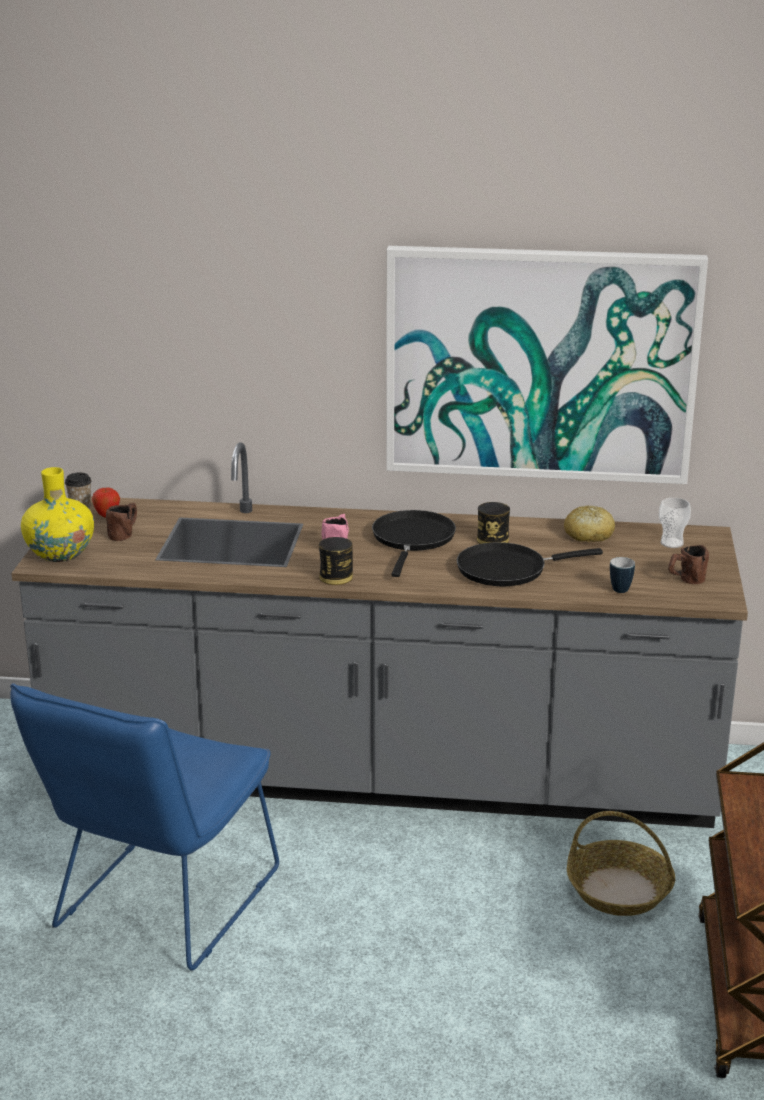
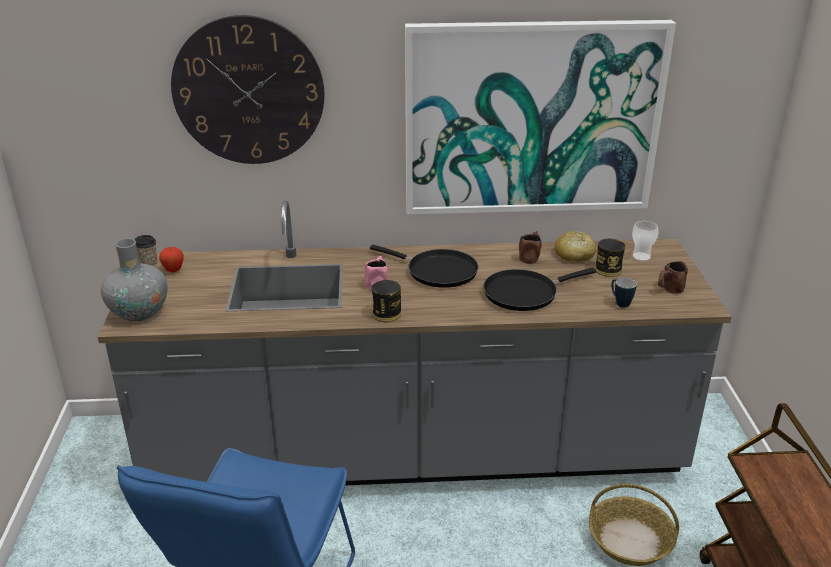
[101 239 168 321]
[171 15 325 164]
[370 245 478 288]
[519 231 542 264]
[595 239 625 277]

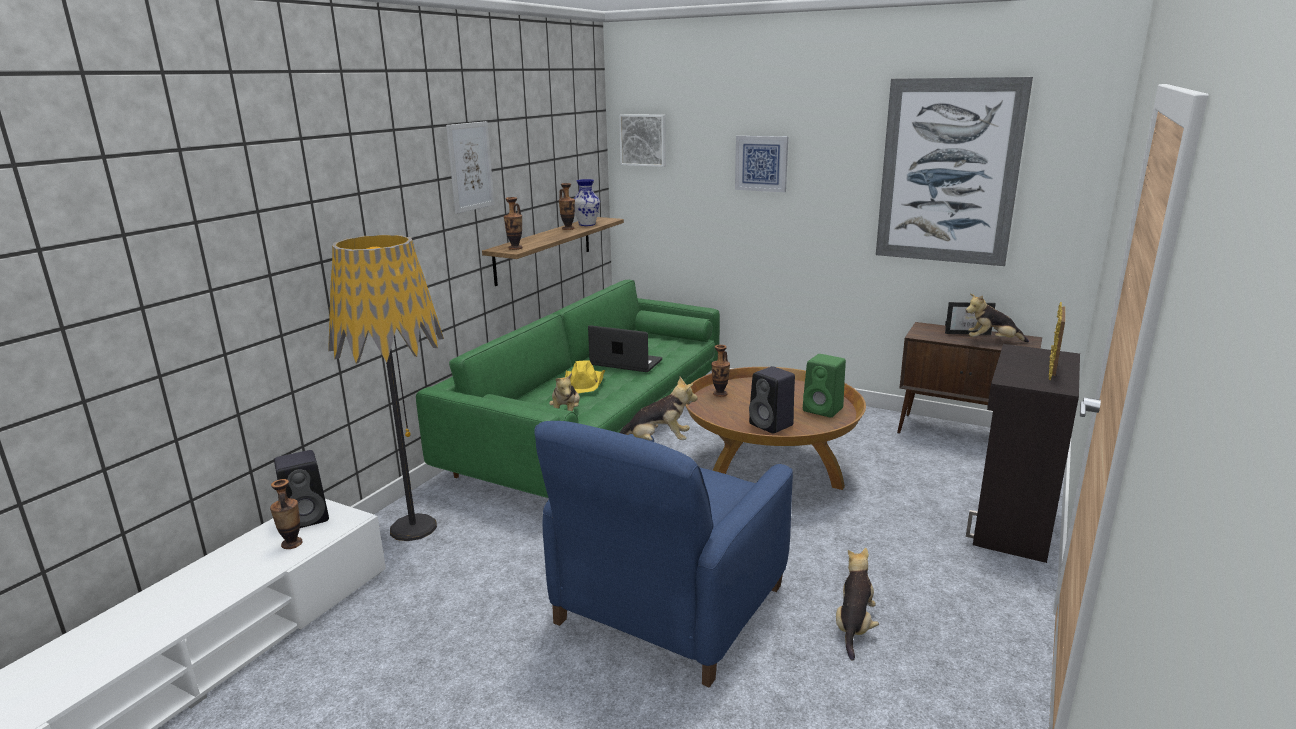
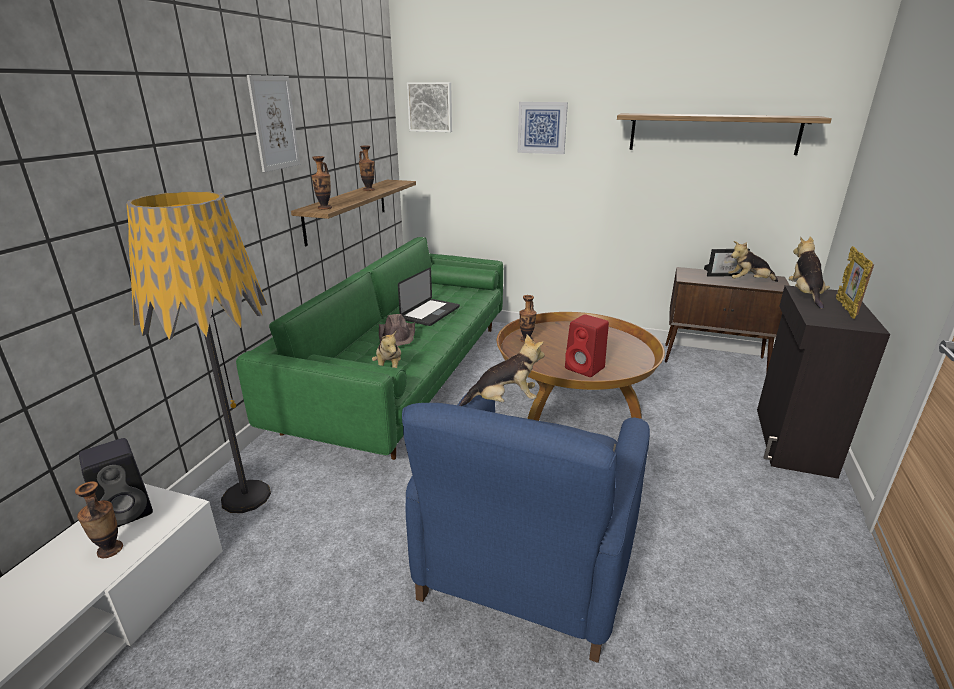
[379 314 416 346]
[398 267 460 326]
[565 314 609 377]
[617 113 832 155]
[789 237 830 309]
[574 179 600 226] (first image)
[803 354 846 417] (first image)

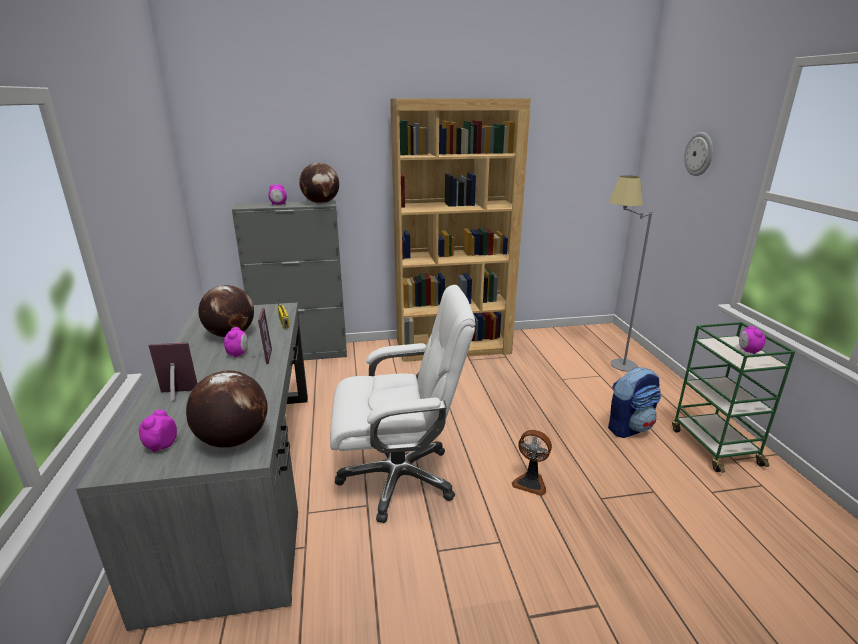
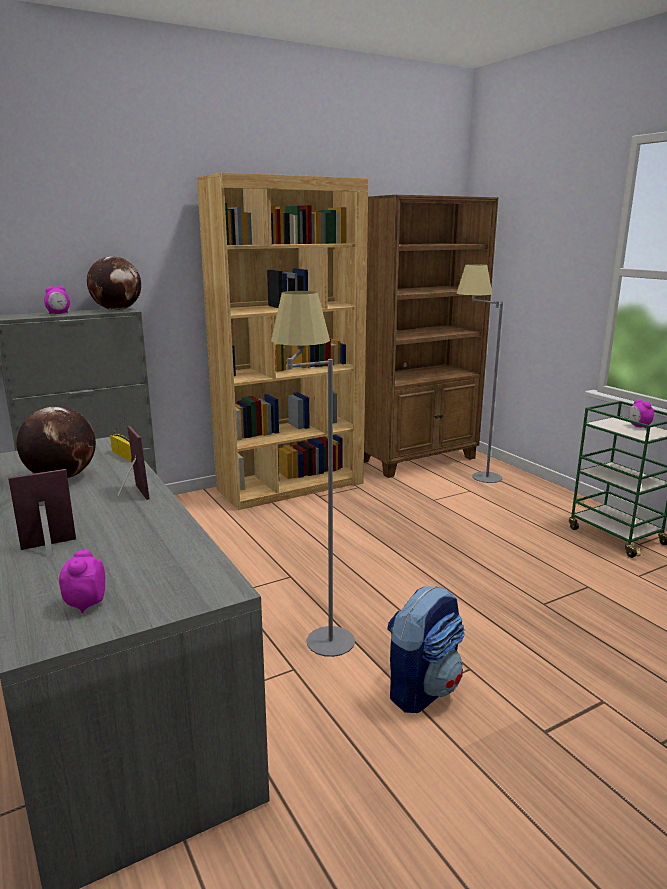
[271 291 355 657]
[364 195 498 478]
[387 586 465 713]
[186 371 268 448] (first image)
[224 327 248 358] (first image)
[512 430 552 496] (first image)
[684 132 713 176] (first image)

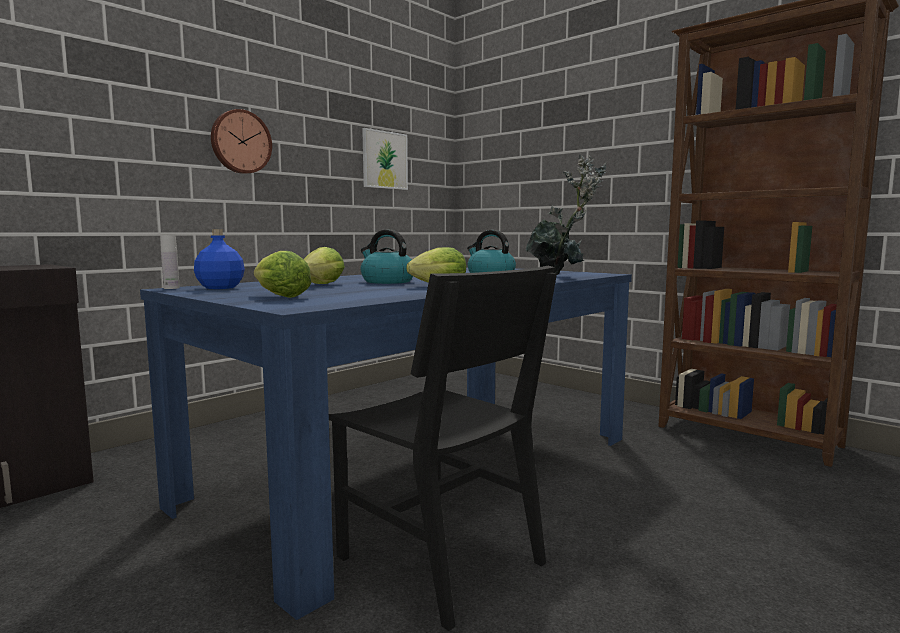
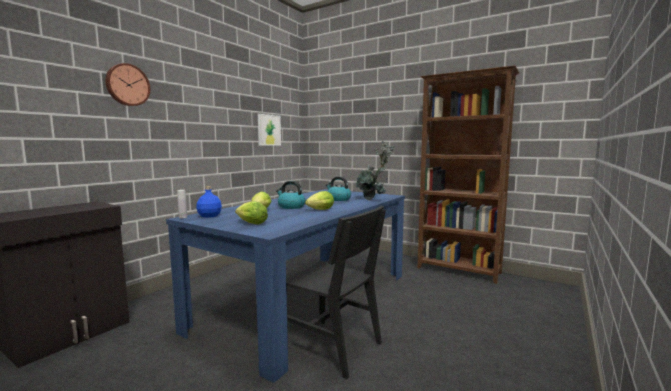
[105 63 150 106]

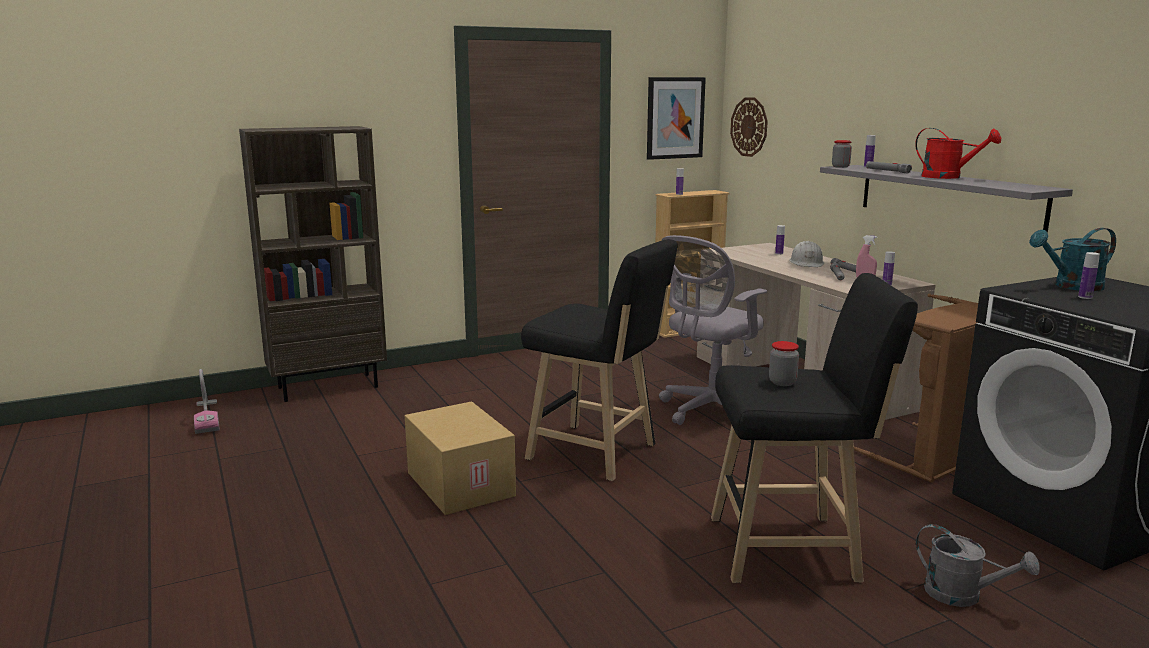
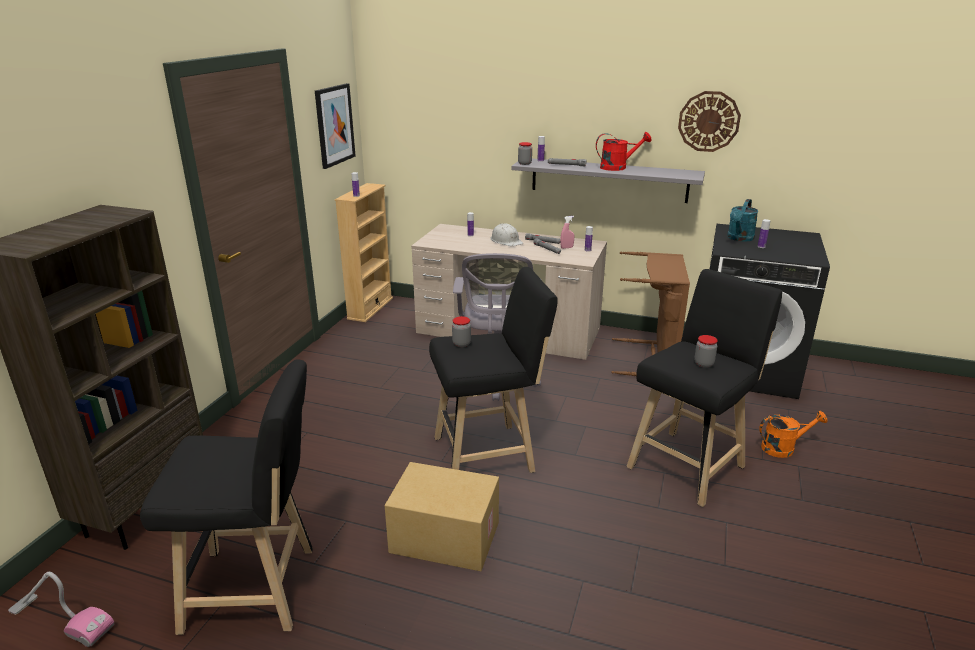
[140 359 313 635]
[452 316 471 347]
[678 91 741 152]
[759 411 827 458]

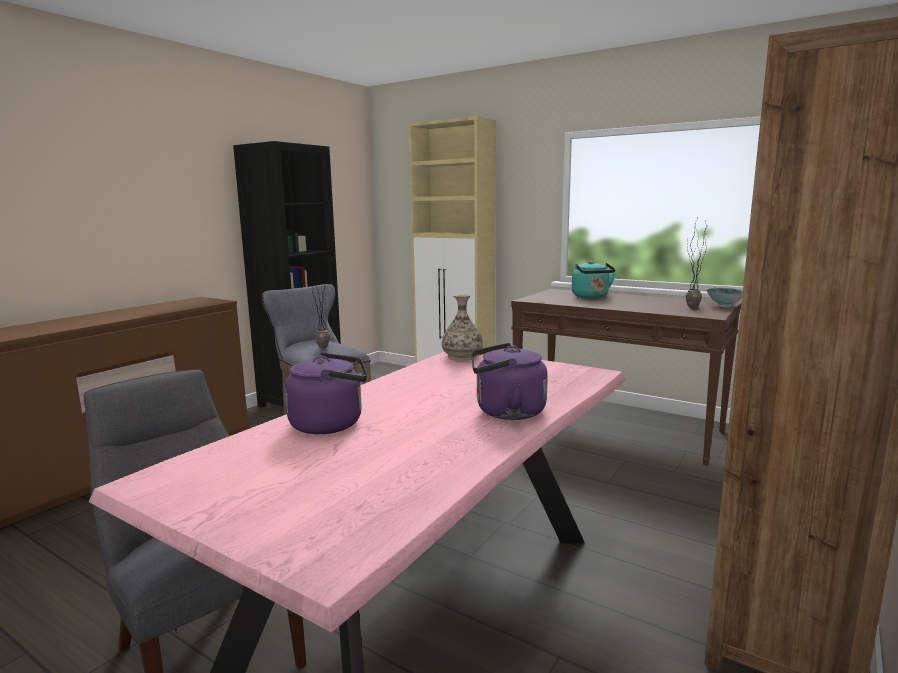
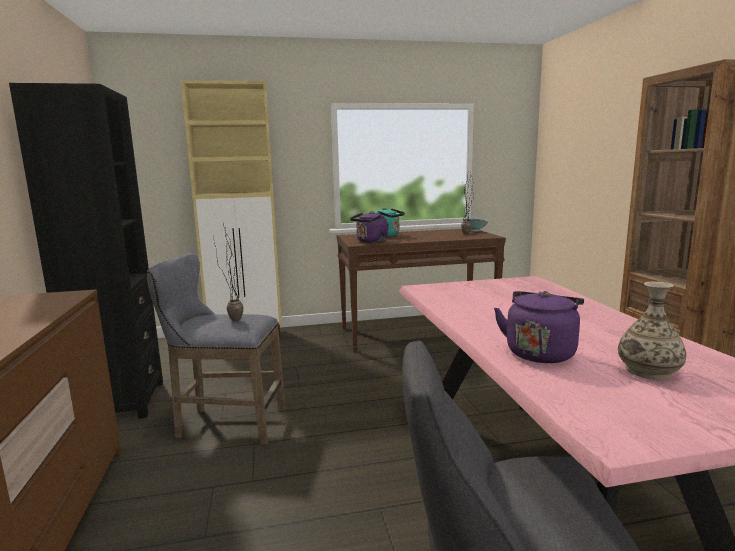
[350 211 389 243]
[618 282 686 380]

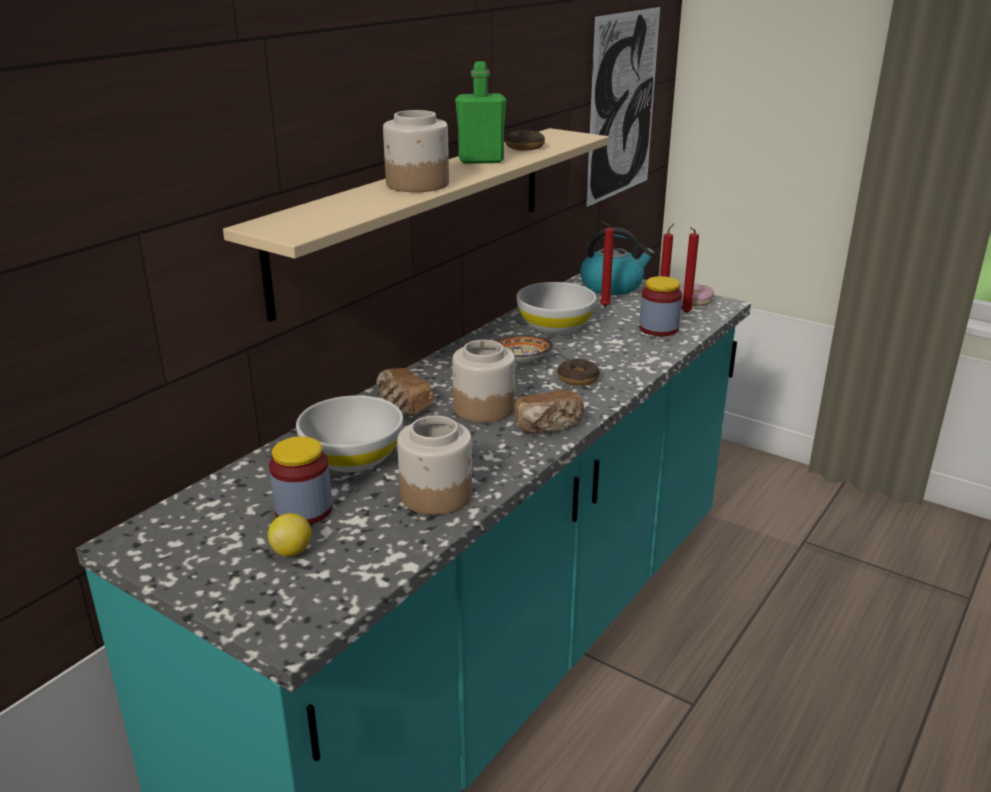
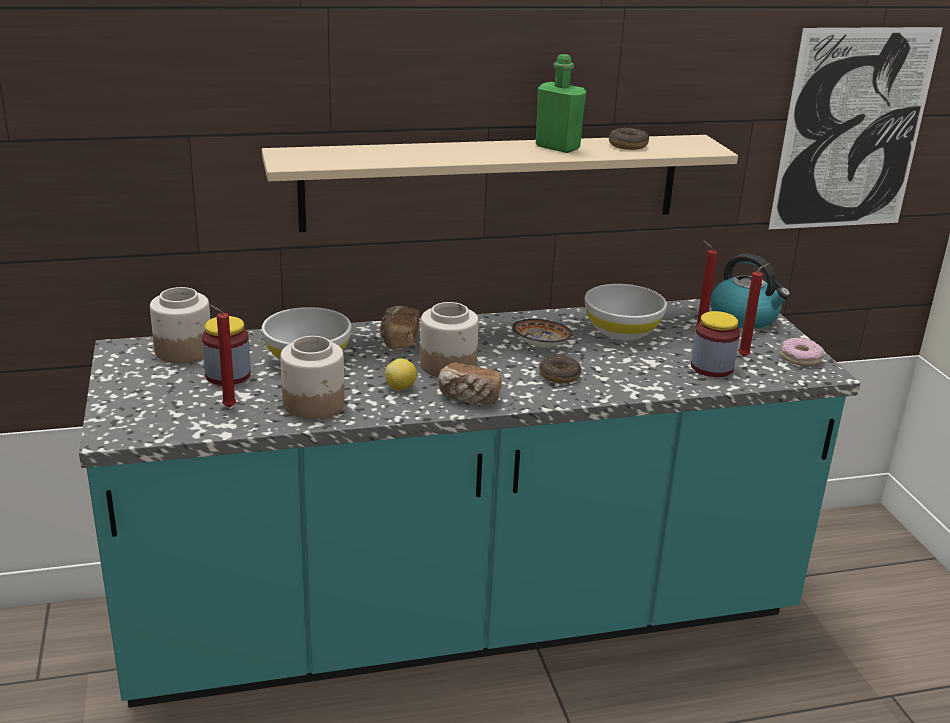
[150 287 210 363]
[209 305 236 408]
[385 358 417 390]

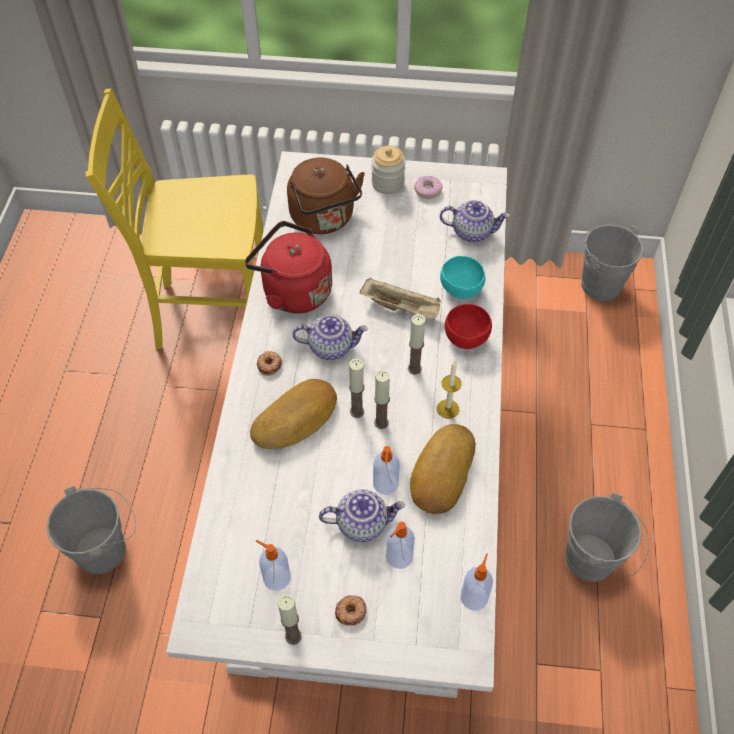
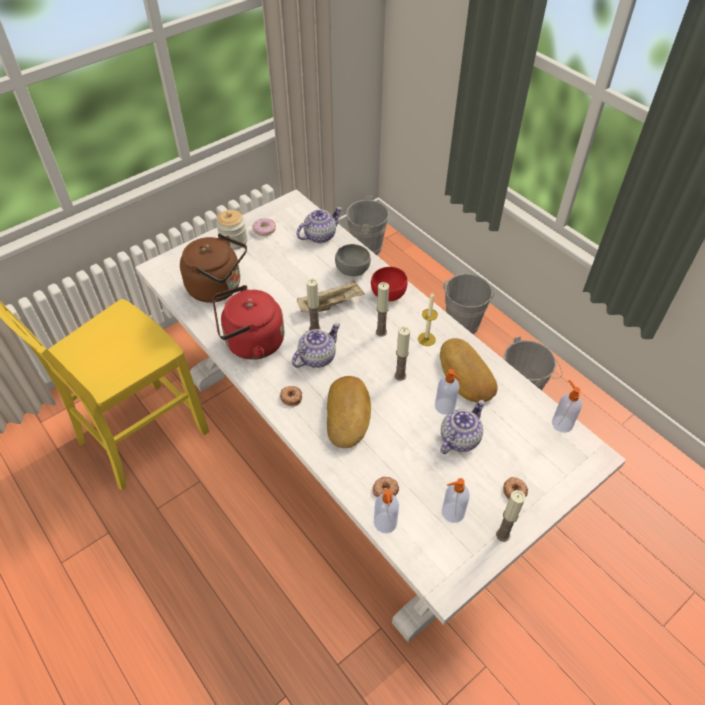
[306 279 321 331]
[335 244 371 276]
[372 477 399 498]
[374 489 399 534]
[443 273 495 334]

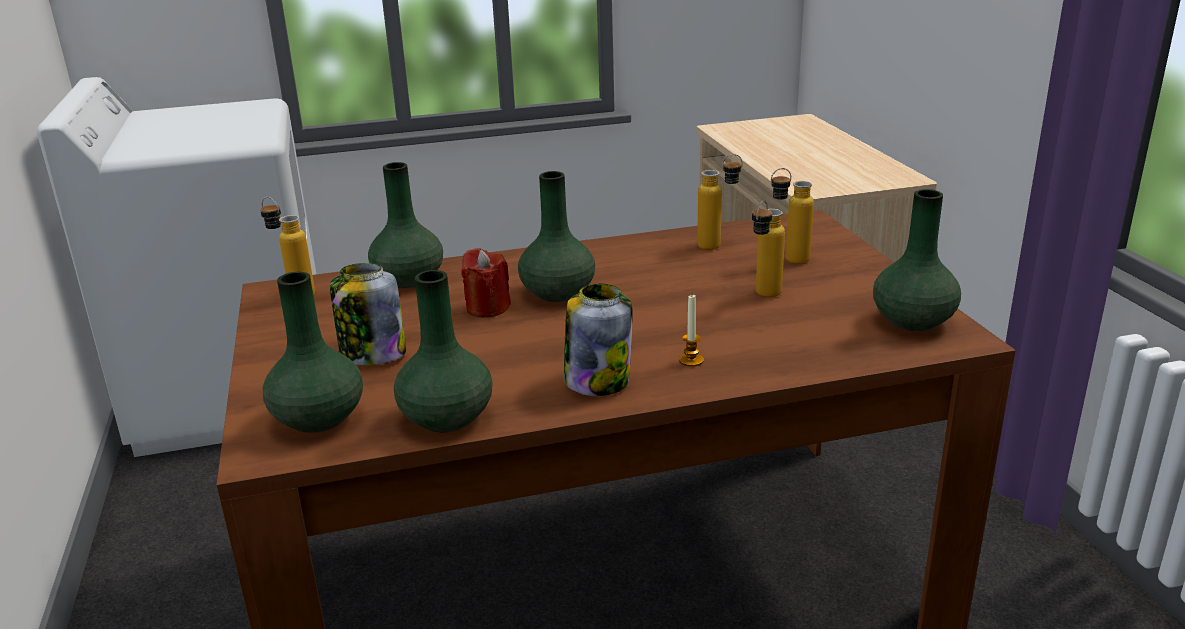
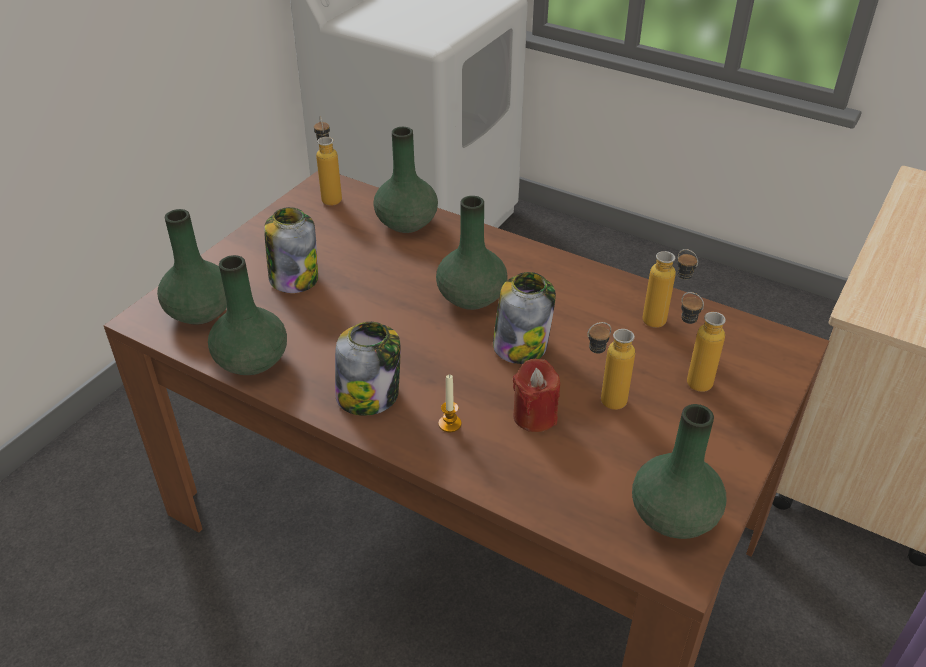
[493 272 556 364]
[513 359 560 432]

